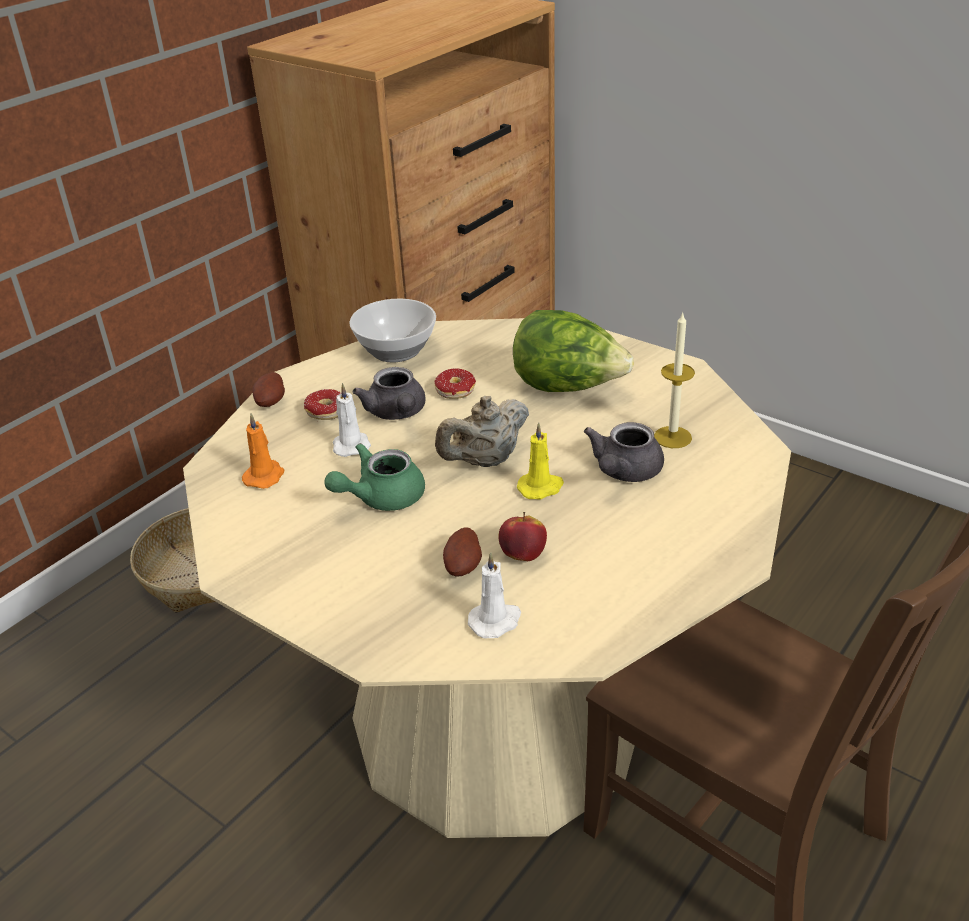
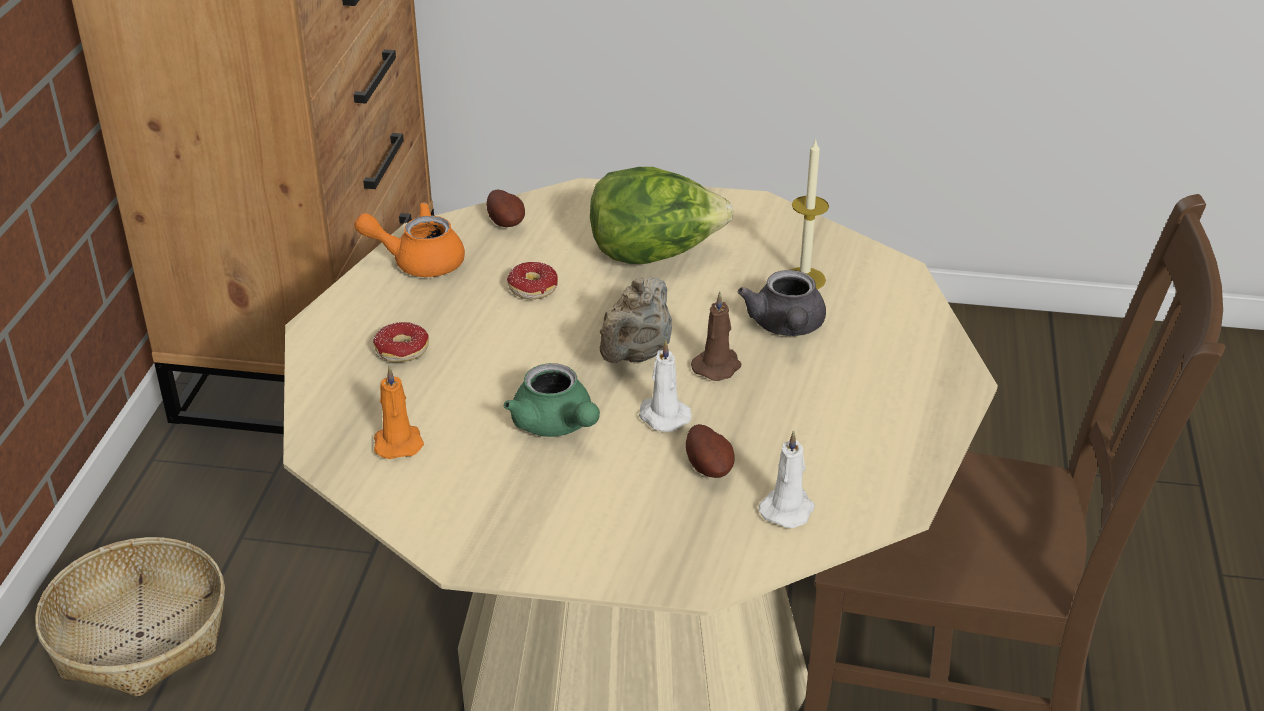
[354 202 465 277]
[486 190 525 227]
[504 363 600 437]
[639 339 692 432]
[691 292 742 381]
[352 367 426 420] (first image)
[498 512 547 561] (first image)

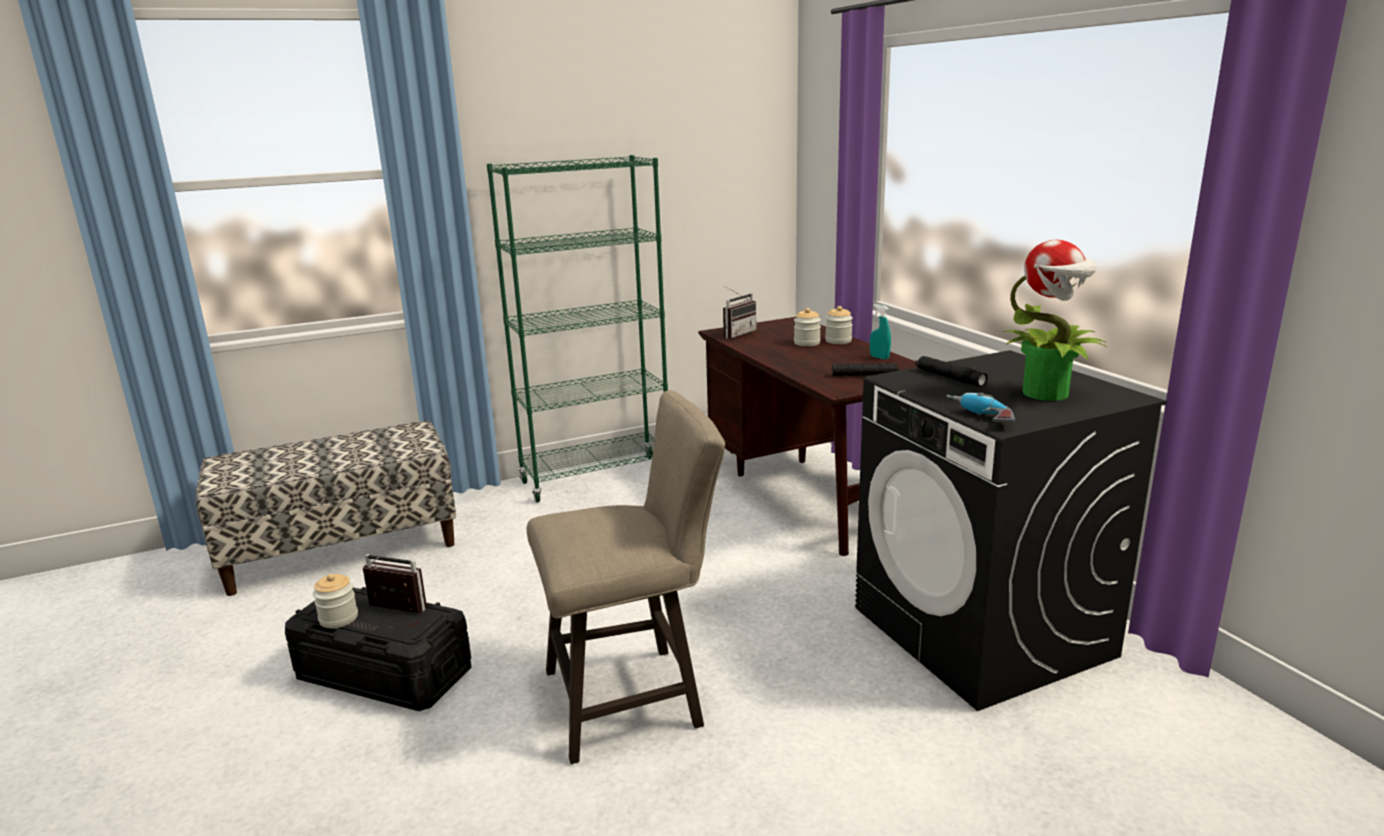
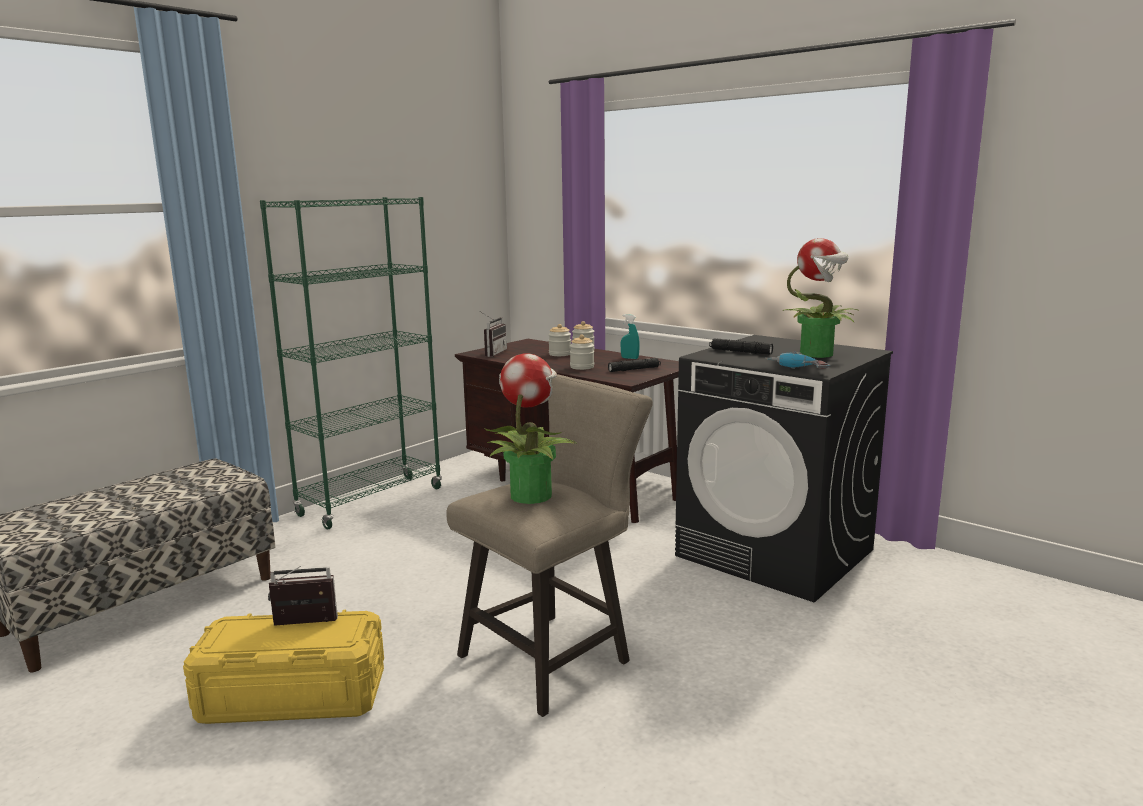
[183 610 384 724]
[484 354 577 504]
[570 335 594 370]

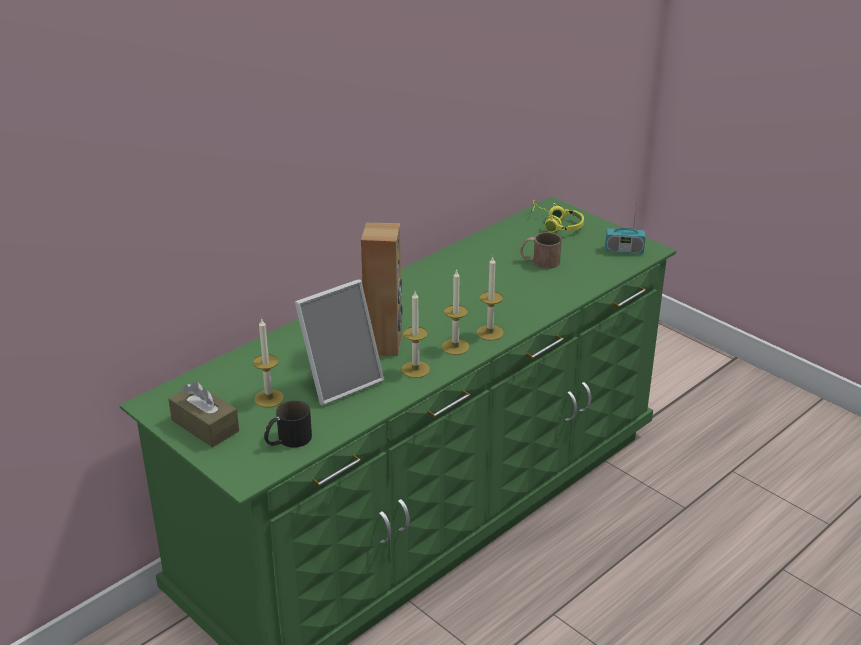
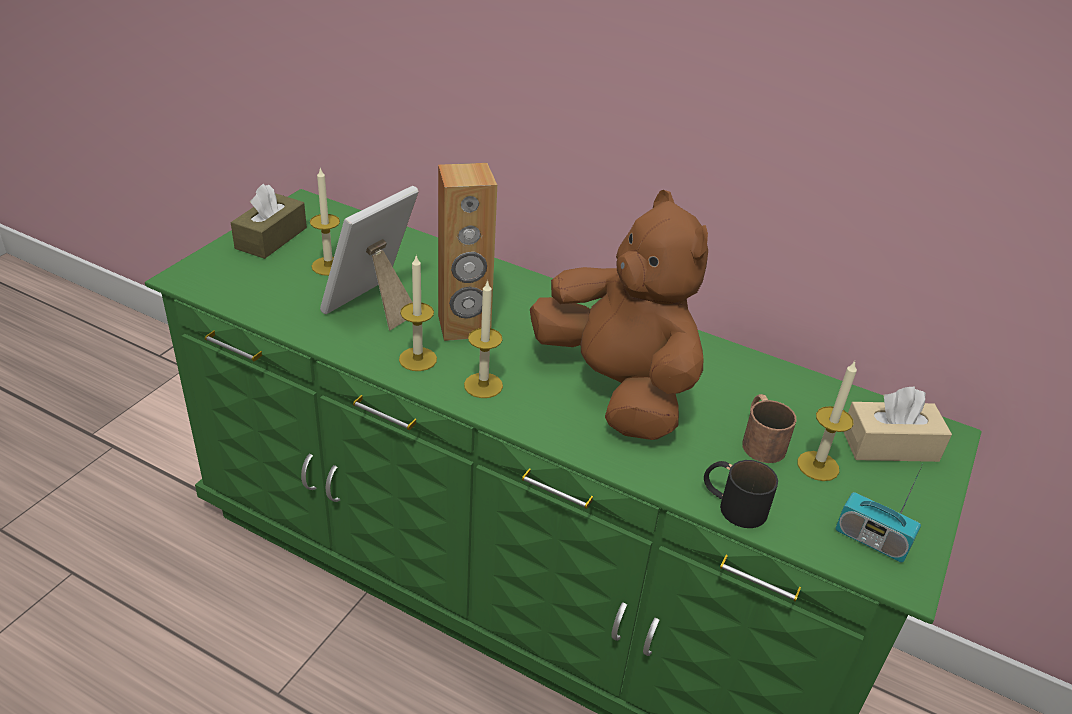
[320 186 419 330]
[530 190 708 440]
[704 460 778 528]
[797 361 857 481]
[835 464 923 562]
[844 387 952 462]

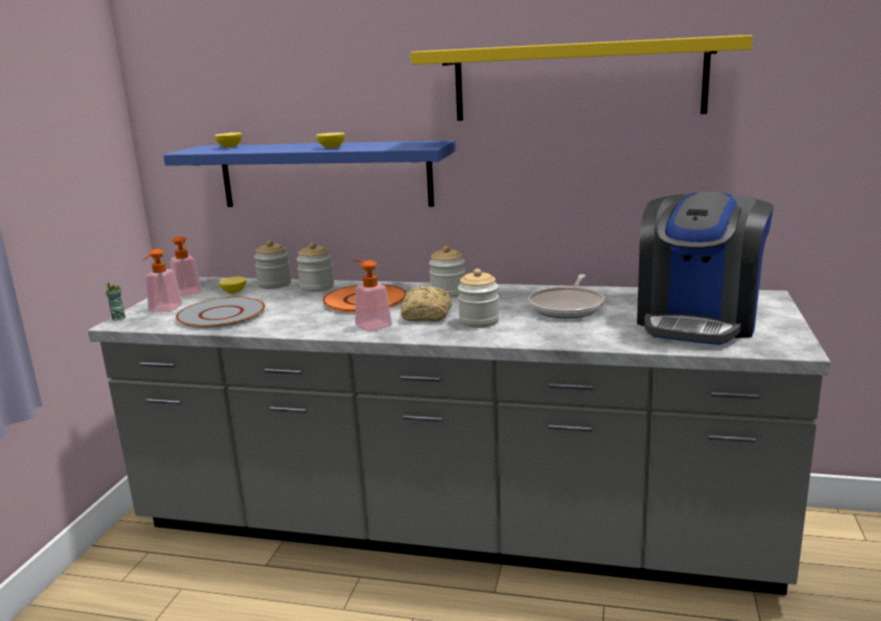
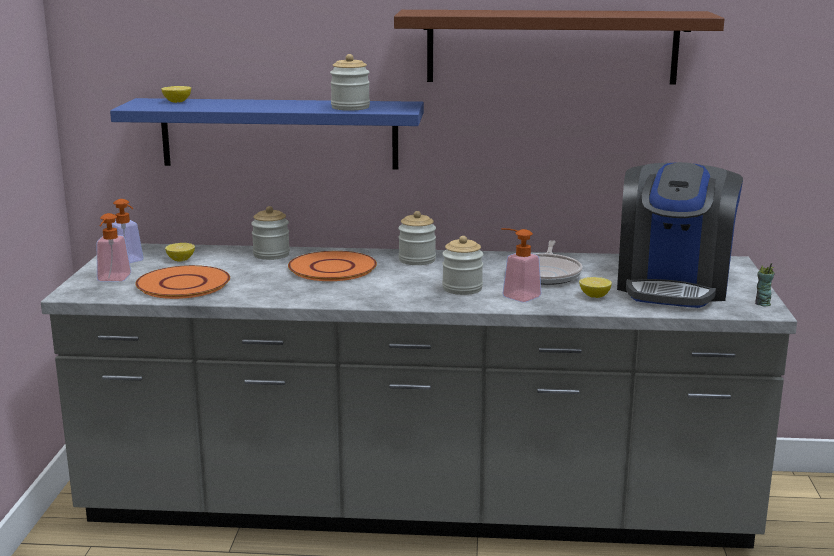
[135 265 230 299]
[330 54 370 111]
[394 10 725 85]
[501 228 541 303]
[579 277 612 298]
[755 263 775 307]
[401 285 452 322] (first image)

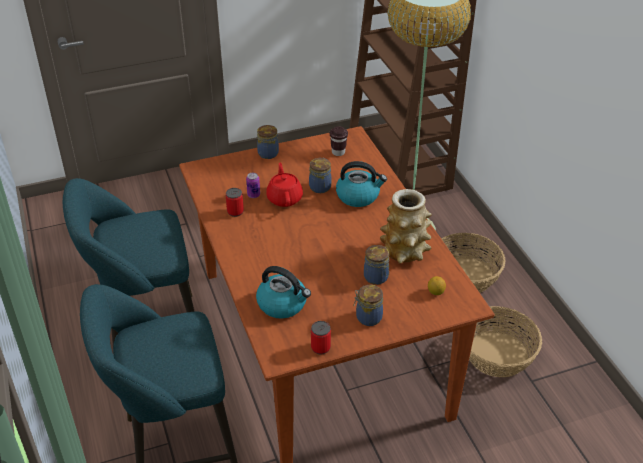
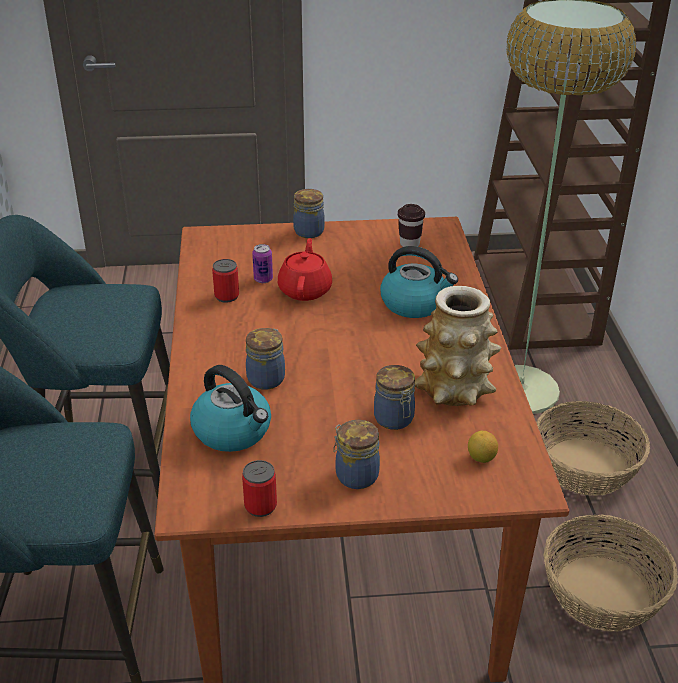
[246 328 285 390]

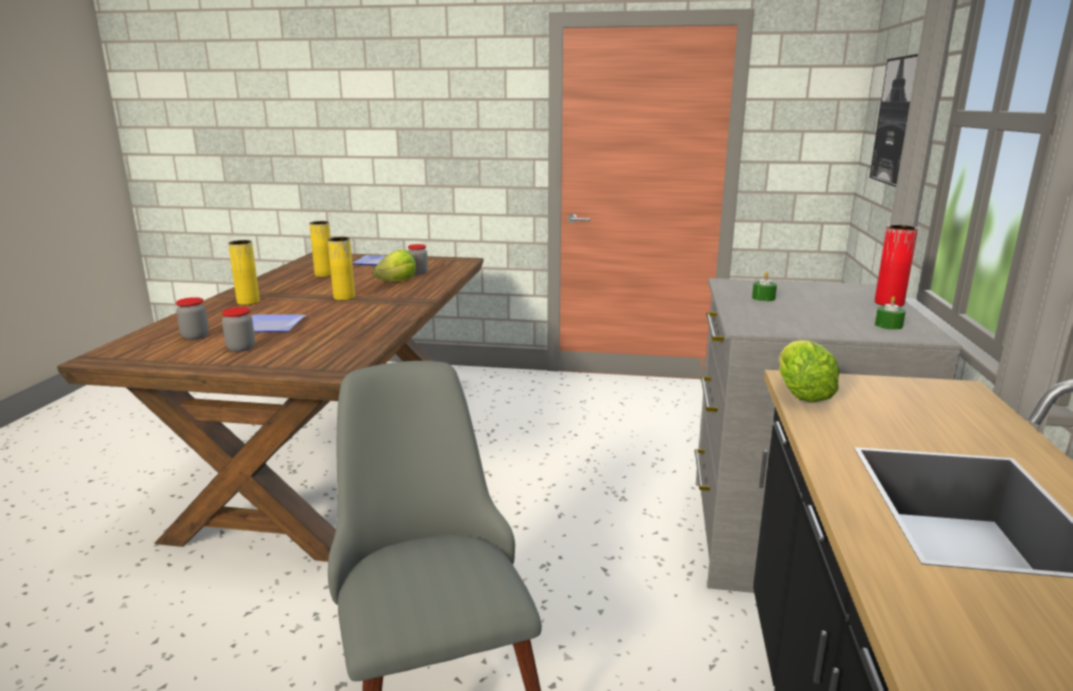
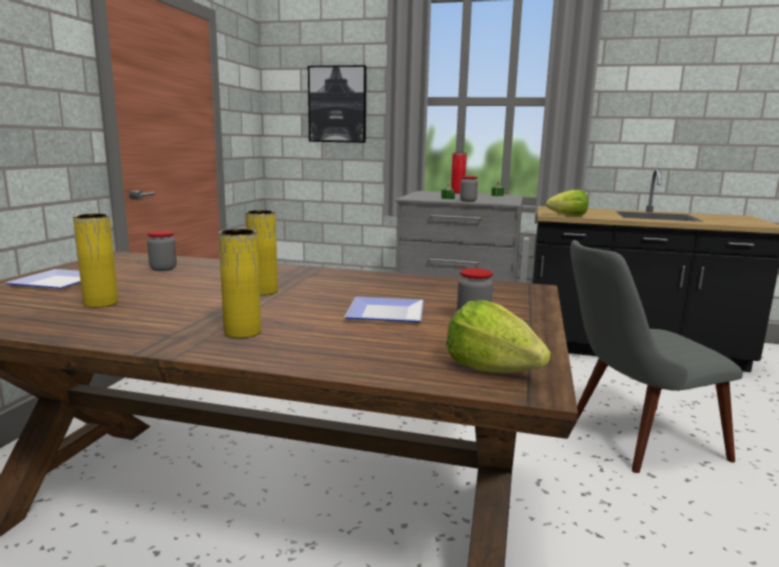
[446 300 551 373]
[460 176 478 202]

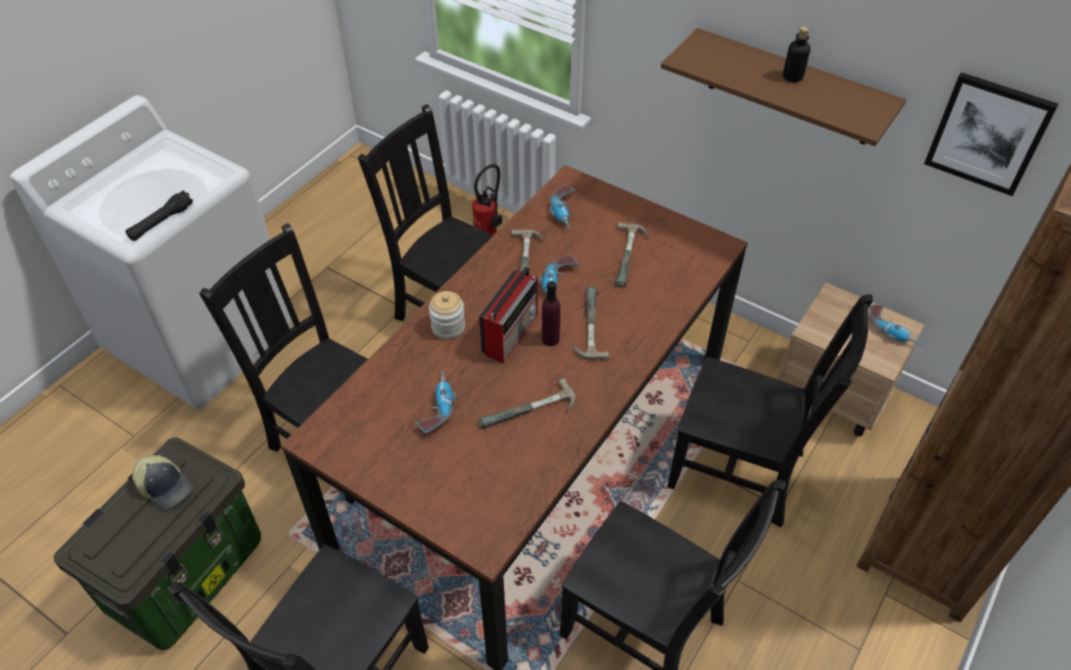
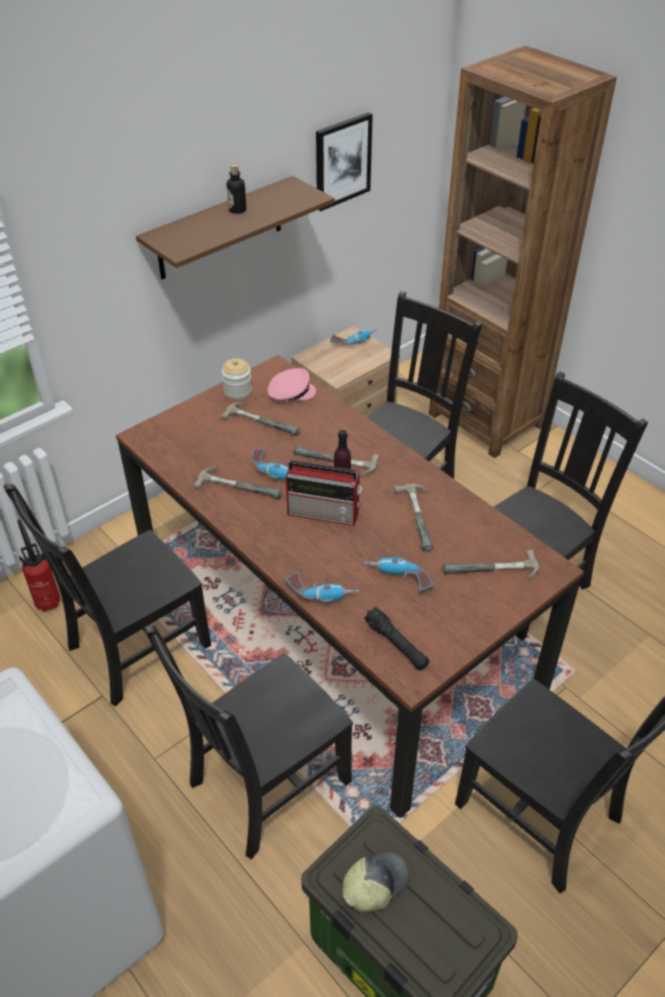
[221 358 252 400]
[268 368 316 403]
[285 571 359 603]
[286 460 362 526]
[364 607 429 671]
[442 550 539 581]

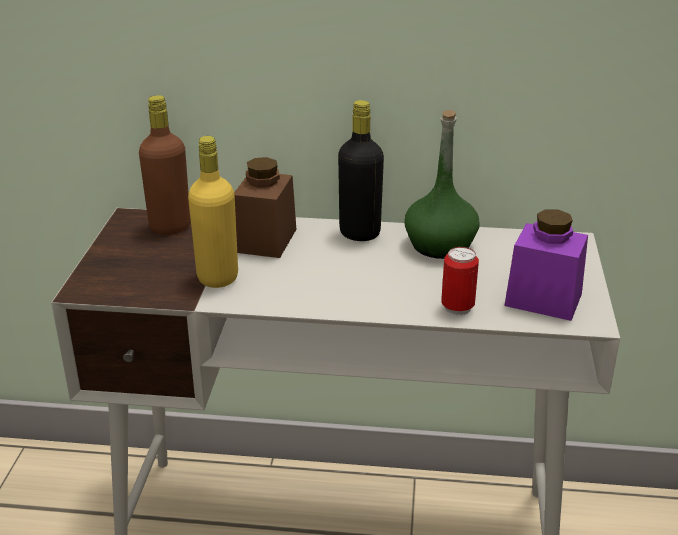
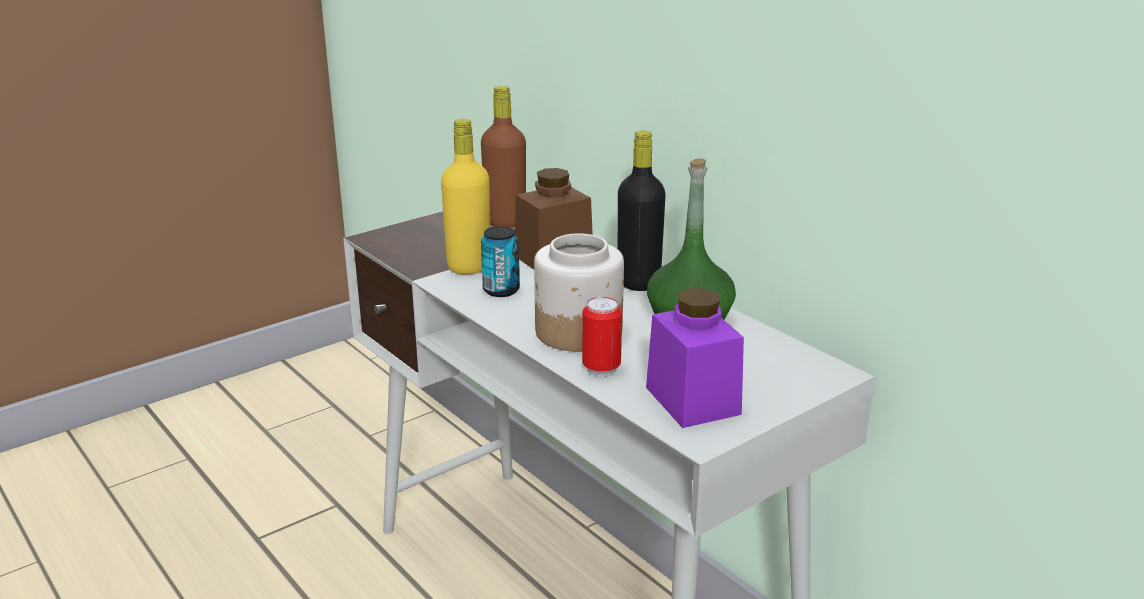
[481 226 520 297]
[534 233 624 352]

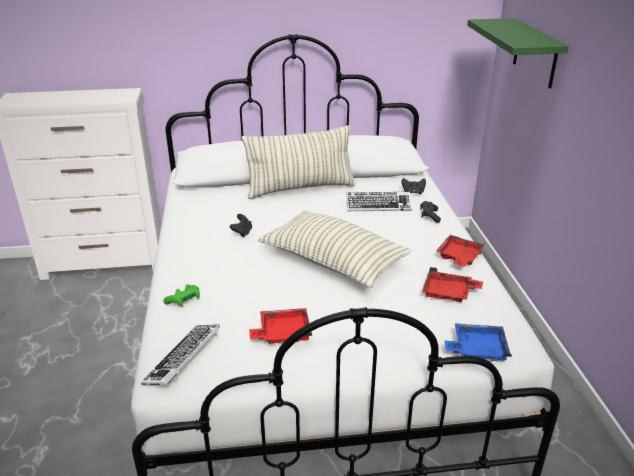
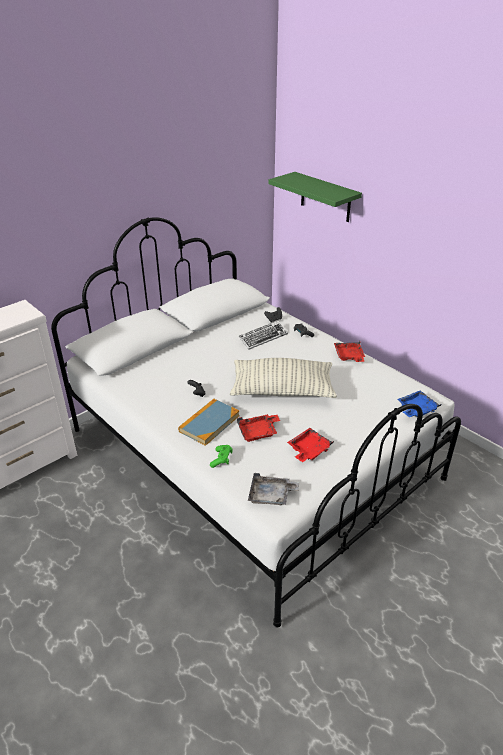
[178 399 240 446]
[237 414 280 442]
[248 473 299 505]
[242 125 356 199] (first image)

